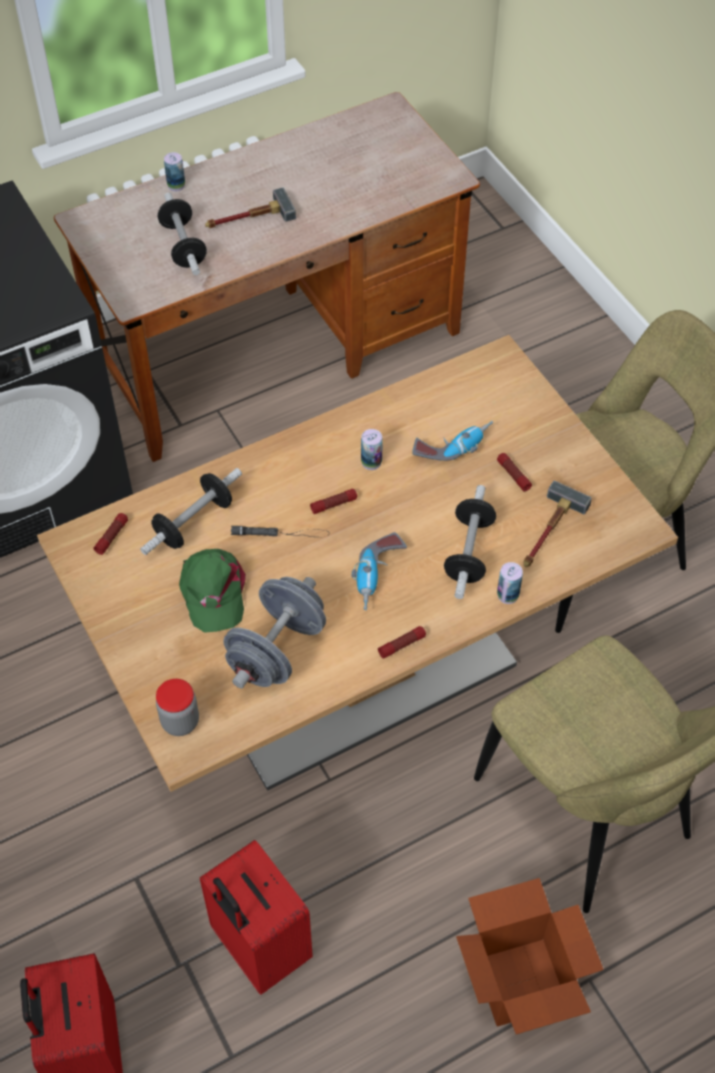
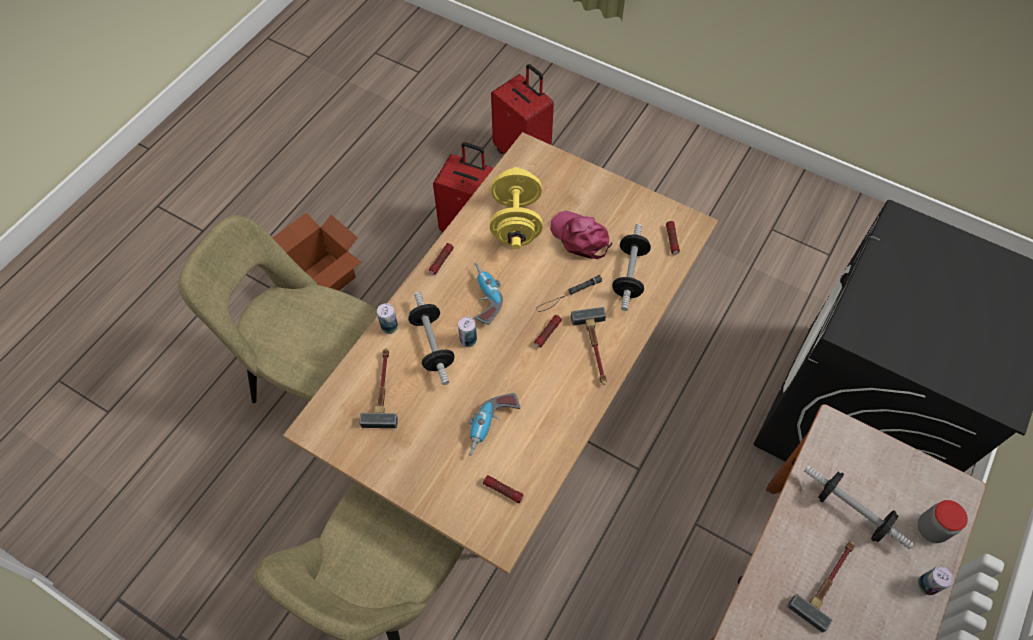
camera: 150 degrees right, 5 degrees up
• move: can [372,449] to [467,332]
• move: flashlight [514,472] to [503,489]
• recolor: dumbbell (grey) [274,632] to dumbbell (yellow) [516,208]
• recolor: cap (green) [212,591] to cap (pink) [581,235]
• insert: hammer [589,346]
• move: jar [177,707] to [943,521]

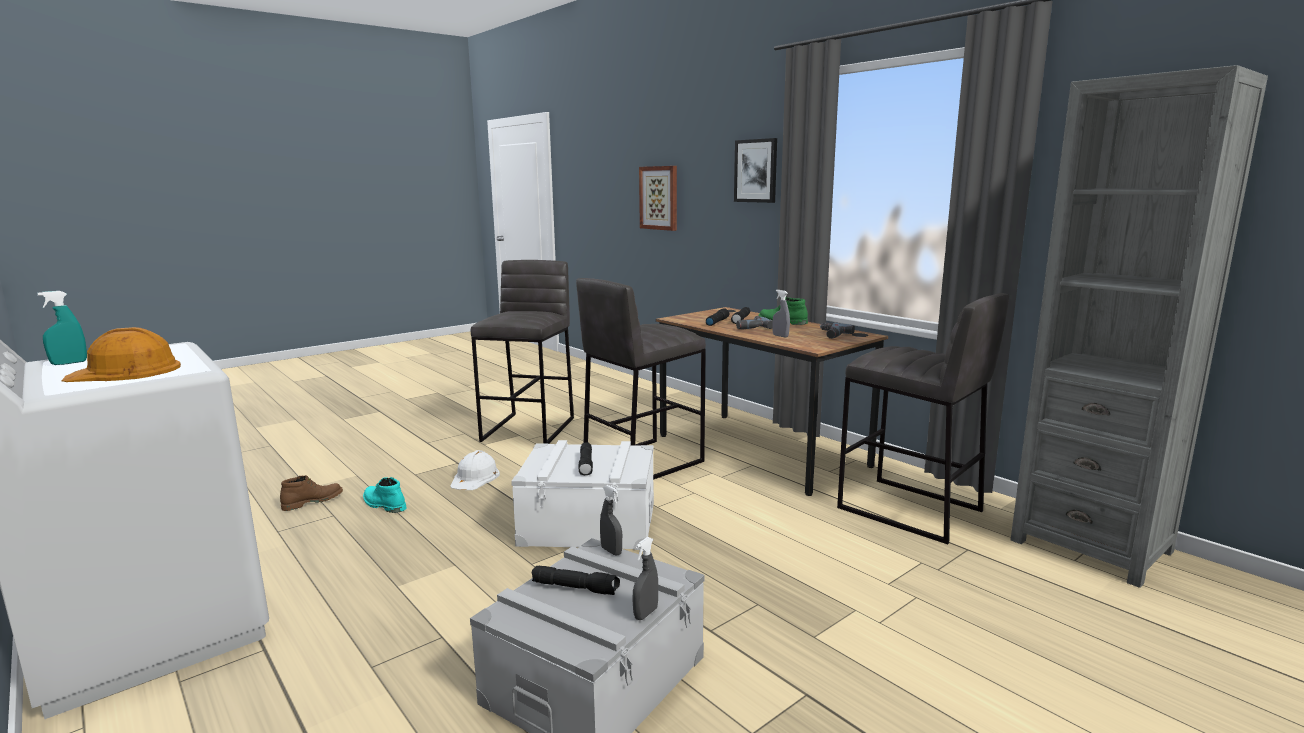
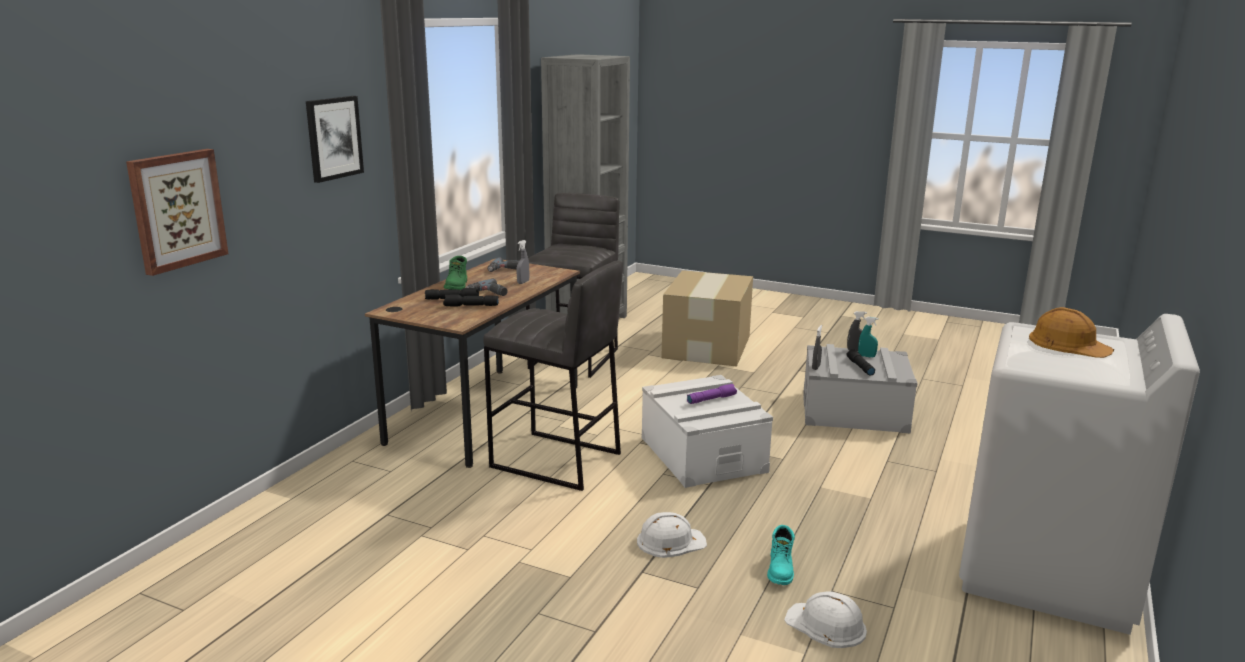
camera: 115 degrees left, 5 degrees up
• insert: cardboard box [707,318]
• recolor: flashlight (black) [585,458] to flashlight (purple) [712,394]
• replace: boot (brown) [311,493] to hard hat (white) [825,619]
• move: spray bottle (turquoise) [62,328] to [868,337]
• delete: stool (grey) [522,352]

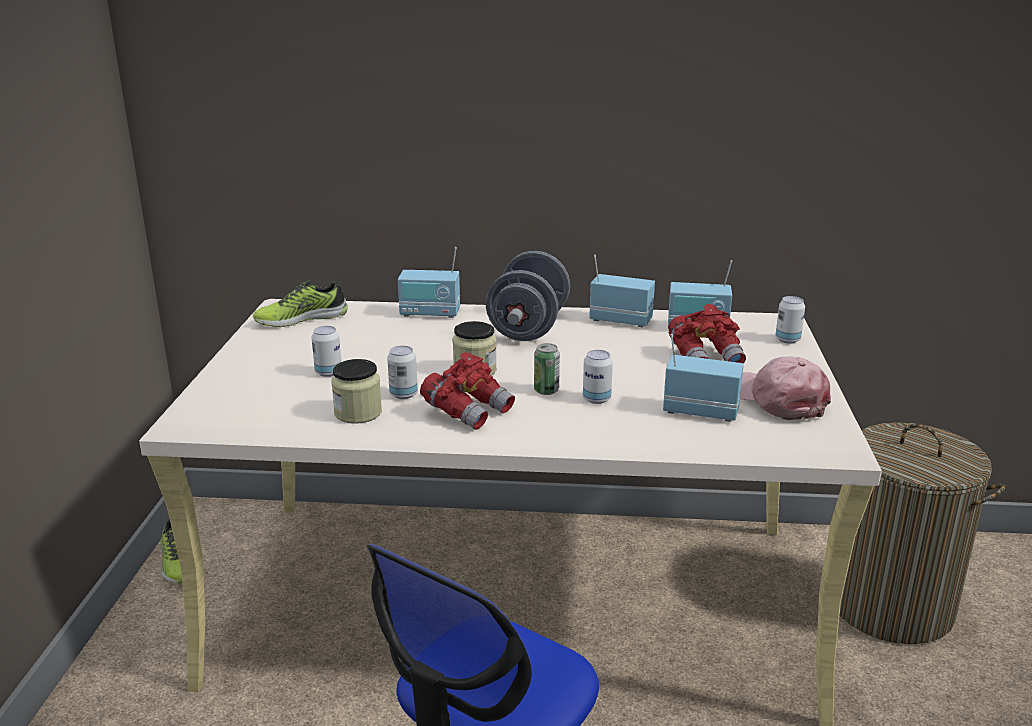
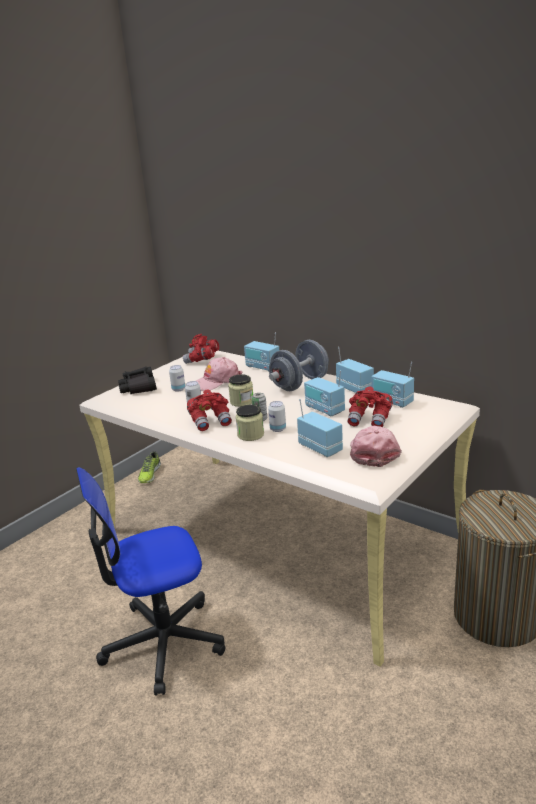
camera: 35 degrees right, 0 degrees up
• insert: binoculars (black) [137,380]
• replace: shoe [300,303] to binoculars (red) [201,349]
• insert: cap (pink) [219,374]
• move: jar [356,391] to [250,423]
• insert: radio [324,393]
• delete: can [790,319]

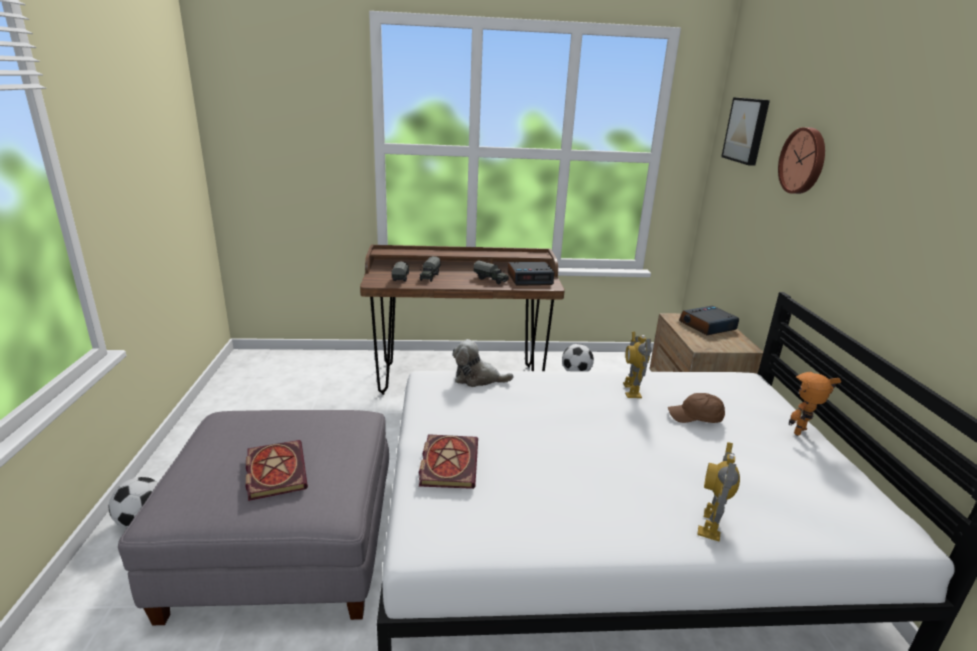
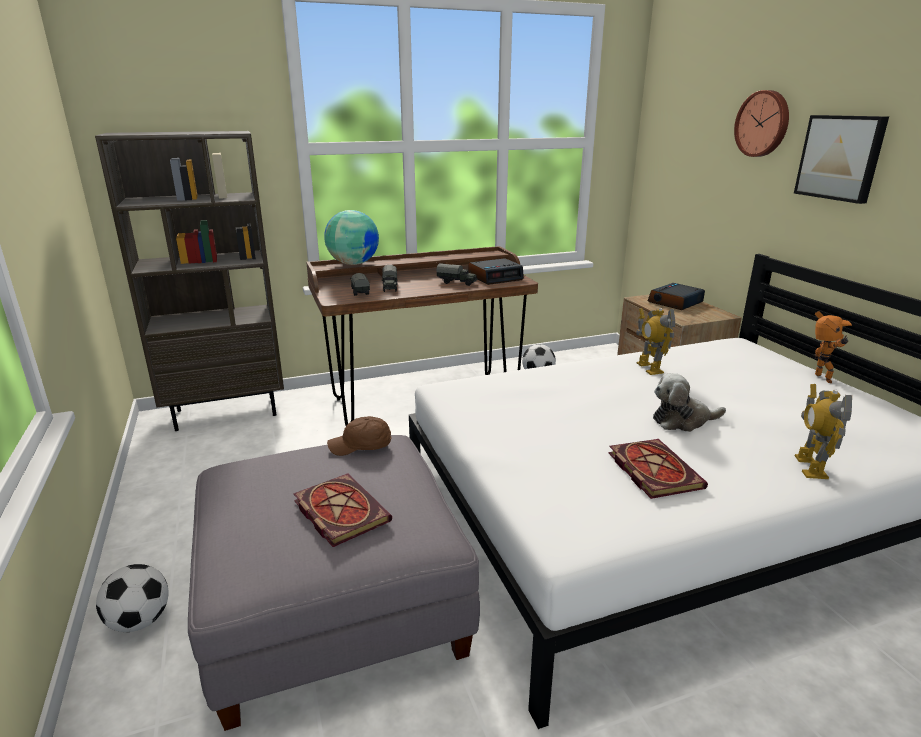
camera: 15 degrees left, 0 degrees up
• insert: bookcase (brown) [189,281]
• insert: globe [351,237]
• move: cap (brown) [696,408] to [359,436]
• move: book [448,461] to [658,469]
• move: plush toy [483,363] to [689,402]
• move: picture [745,131] to [841,159]
• rotate: toy robot [814,404] = [833,347] 135 degrees clockwise

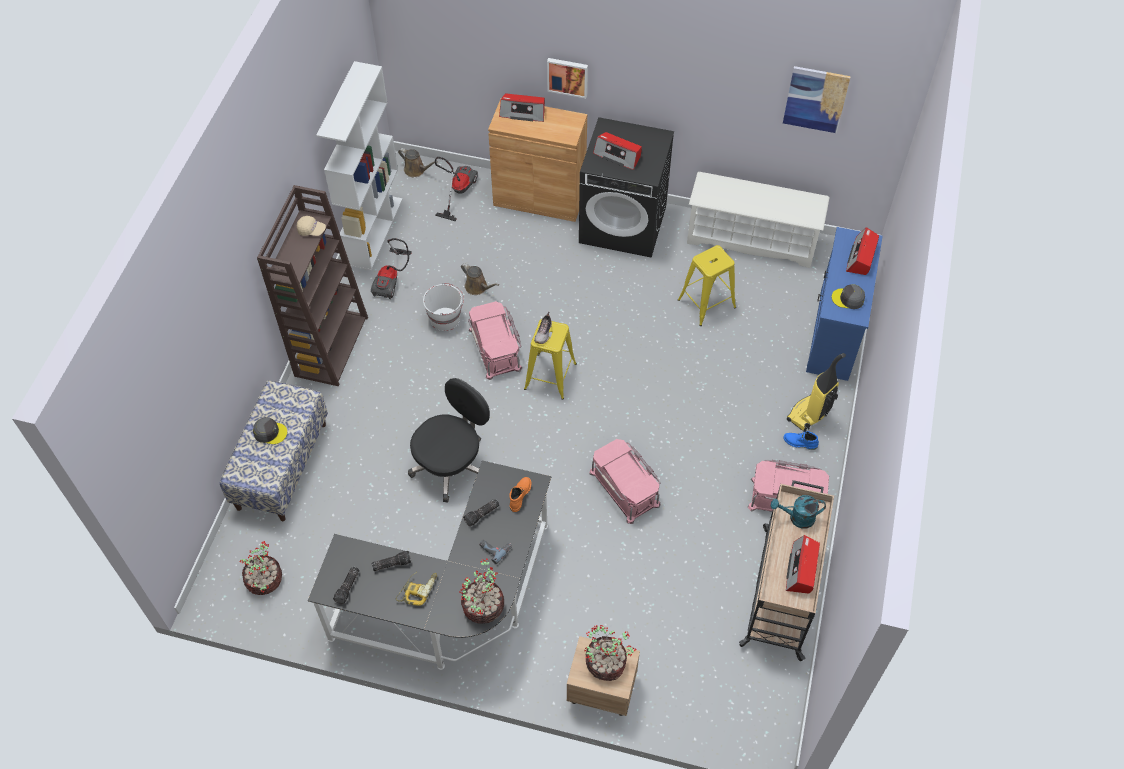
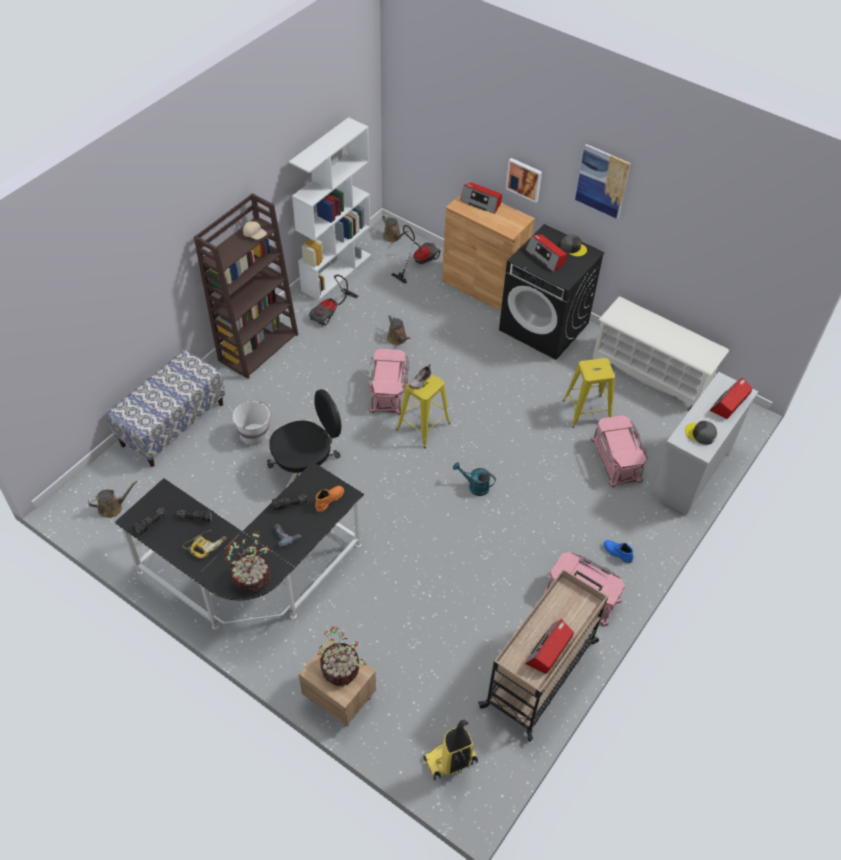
camera: 20 degrees right, 5 degrees down
• replace: potted plant [261,568] to watering can (brown) [113,499]
• move: bucket (white) [443,307] to [252,423]
• move: vacuum cleaner [816,392] to [450,750]
• move: watering can (turquoise) [798,512] to [474,479]
• move: cap (grey) [270,430] to [573,245]
• move: picture [817,99] to [603,181]
• move: storage box (pink) [625,481] to [619,451]
• recolor: dresser (blue) [844,304] to dresser (white) [705,443]

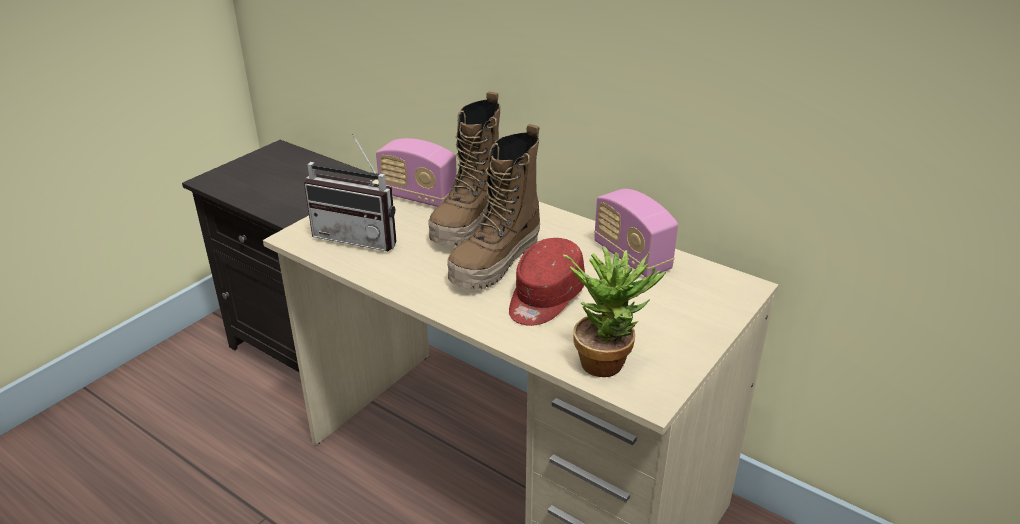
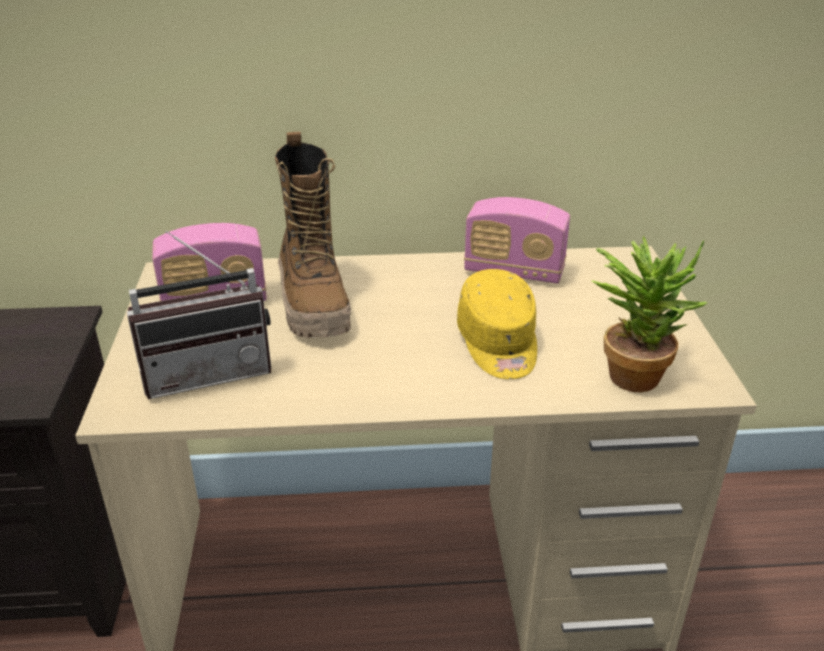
camera: 40 degrees left, 0 degrees up
• recolor: cap (red) [547,282] to cap (yellow) [497,324]
• delete: boot [493,207]

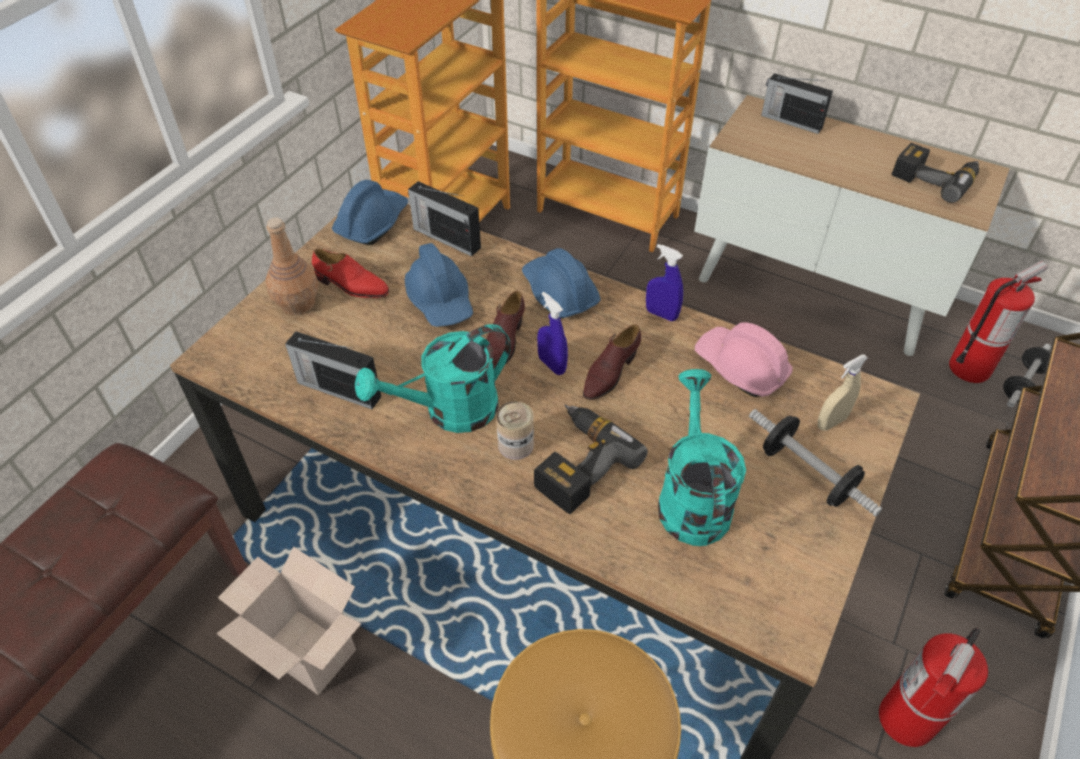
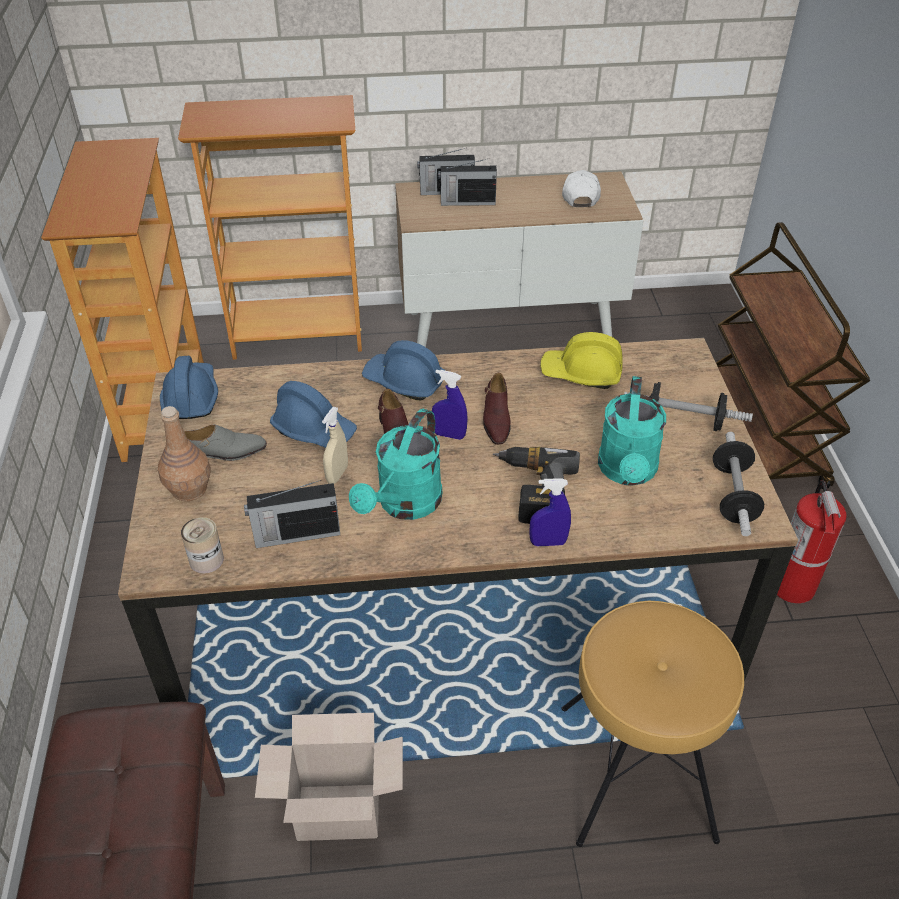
camera: 35 degrees left, 5 degrees down
• move: can [515,430] to [202,545]
• recolor: shoe (red) [350,273] to shoe (grey) [225,442]
• move: spray bottle (beige) [843,393] to [335,445]
• move: radio [444,219] to [467,182]
• move: spray bottle (blue) [664,282] to [550,512]
• recolor: hard hat (pink) [744,359] to hard hat (yellow) [581,360]
• replace: power drill [935,173] to cap (white) [581,188]
• rotate: watering can (turquoise) [702,457] = [632,431] 135 degrees counterclockwise
• move: dumbbell [1027,376] to [738,484]
• delete: fire extinguisher [998,322]

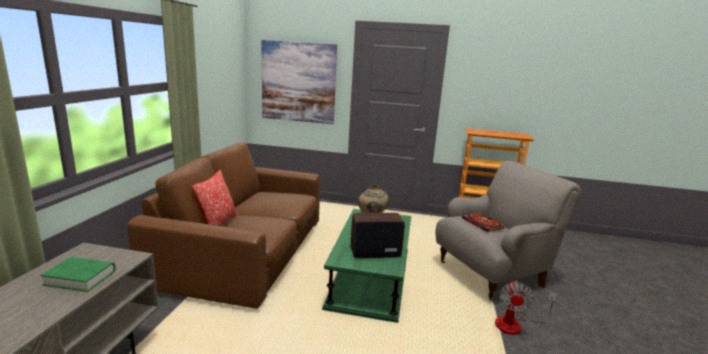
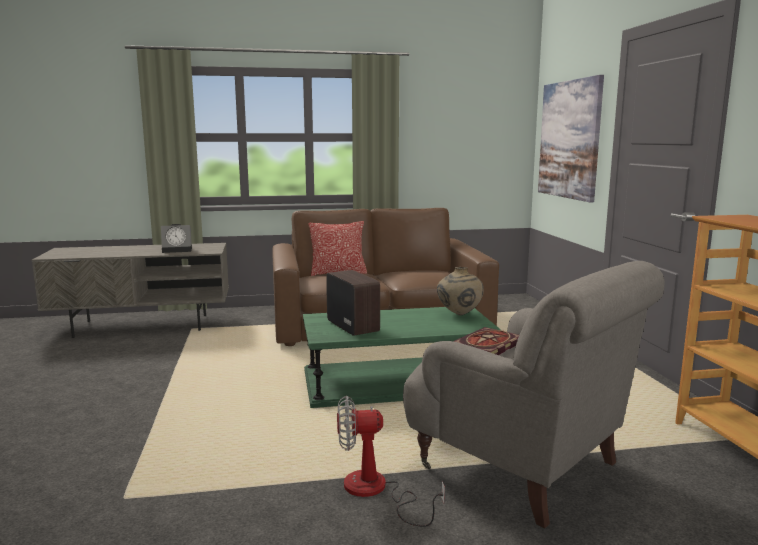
camera: 70 degrees right, 5 degrees down
• replace: book (green) [77,274] to alarm clock [176,238]

